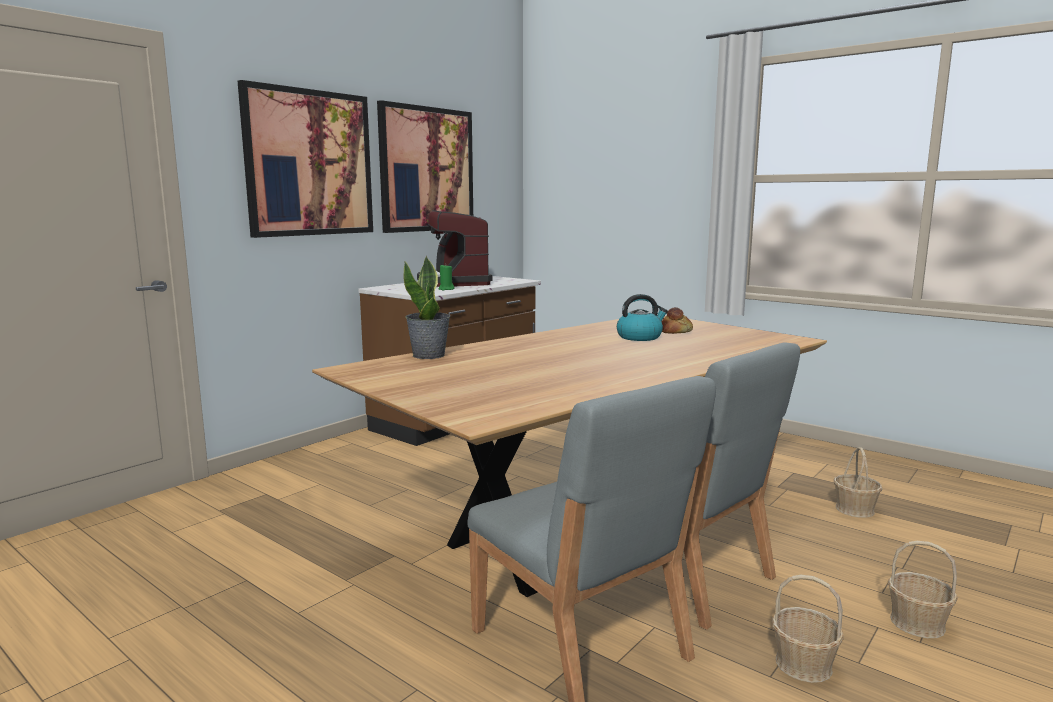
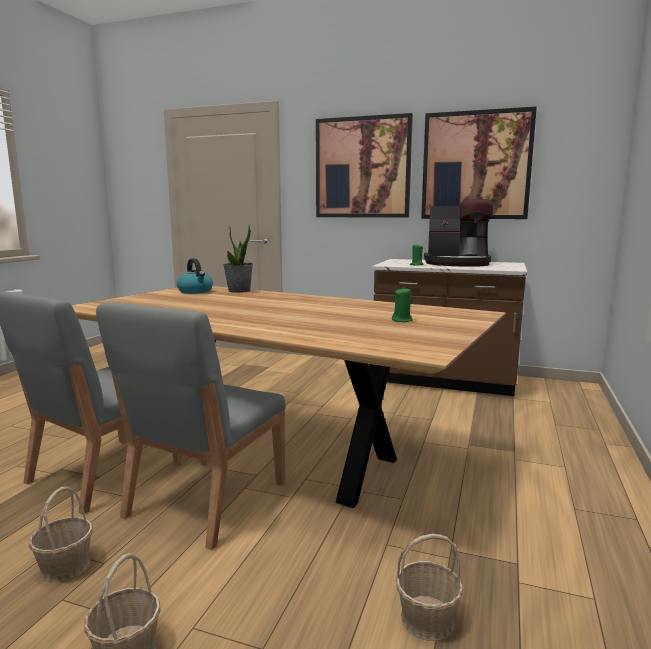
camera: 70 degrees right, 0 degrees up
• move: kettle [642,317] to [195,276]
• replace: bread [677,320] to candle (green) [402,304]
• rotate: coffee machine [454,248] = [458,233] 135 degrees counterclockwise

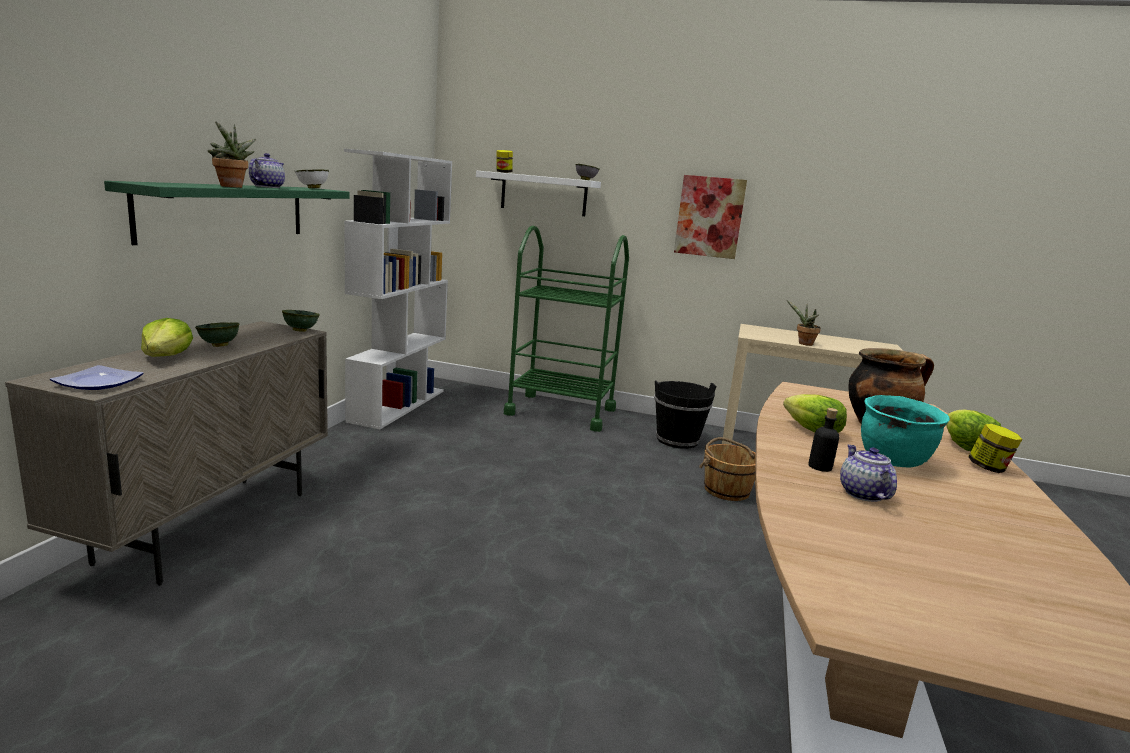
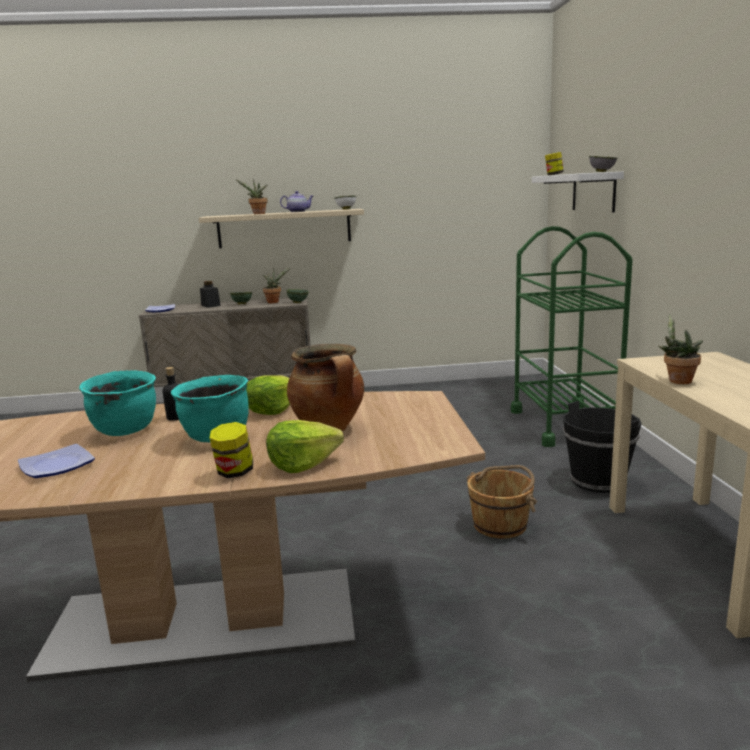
camera: 70 degrees right, 0 degrees up
• insert: plate [56,461]
• replace: teapot [868,473] to cooking pot (turquoise) [117,403]
• recolor: shelf (green) [227,213] to shelf (beige) [281,228]
• replace: lettuce [167,337] to jar (black) [210,294]
• insert: potted plant [276,285]
• delete: bookcase (white) [398,289]
• delete: picture [710,217]

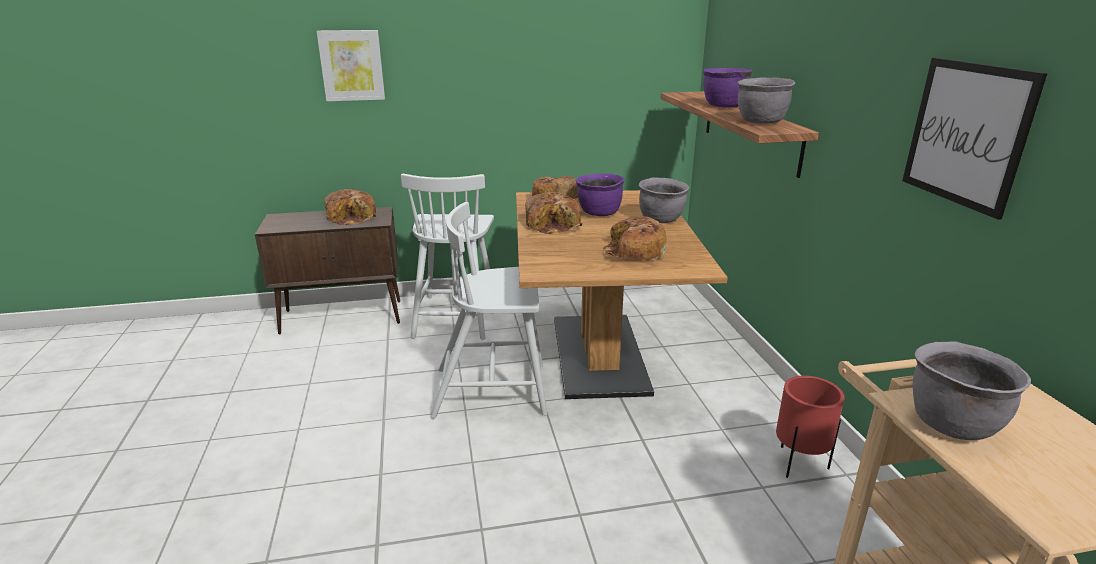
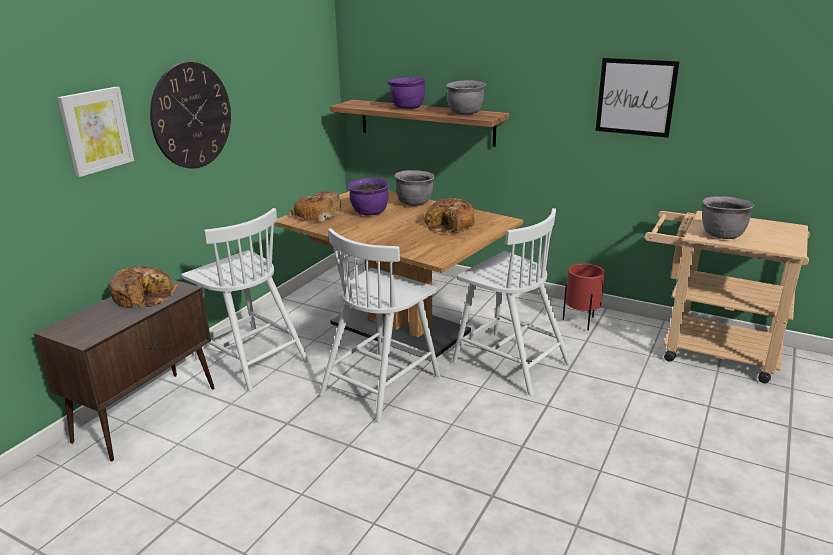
camera: 50 degrees left, 0 degrees up
• insert: wall clock [190,115]
• insert: chair (white) [511,301]
• delete: bread [553,213]

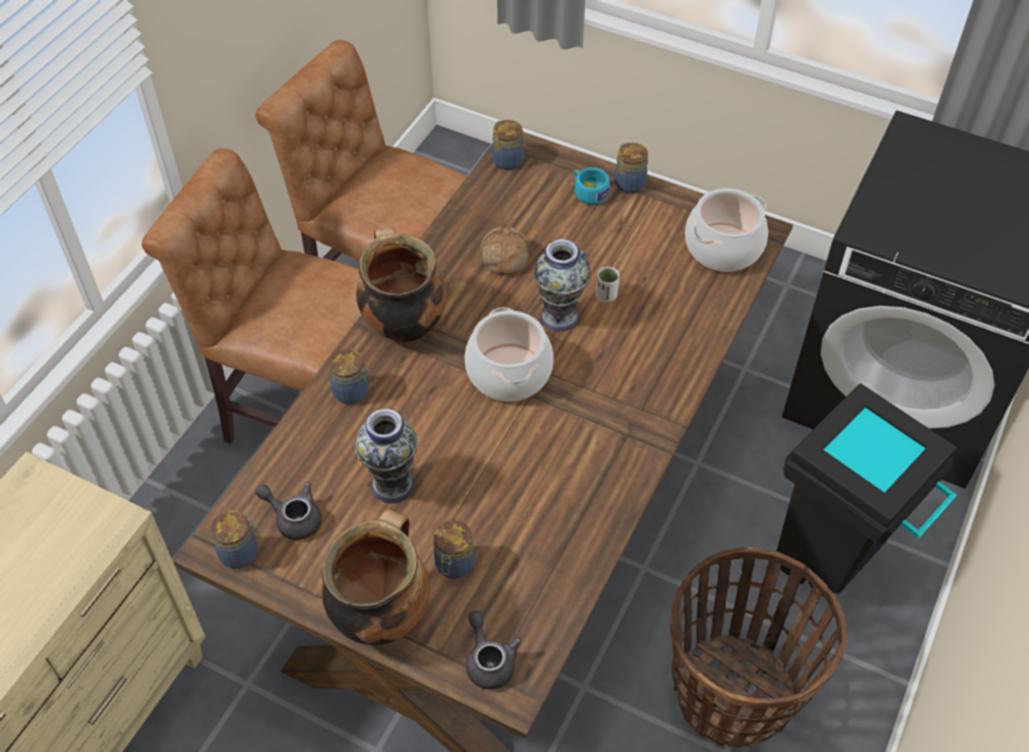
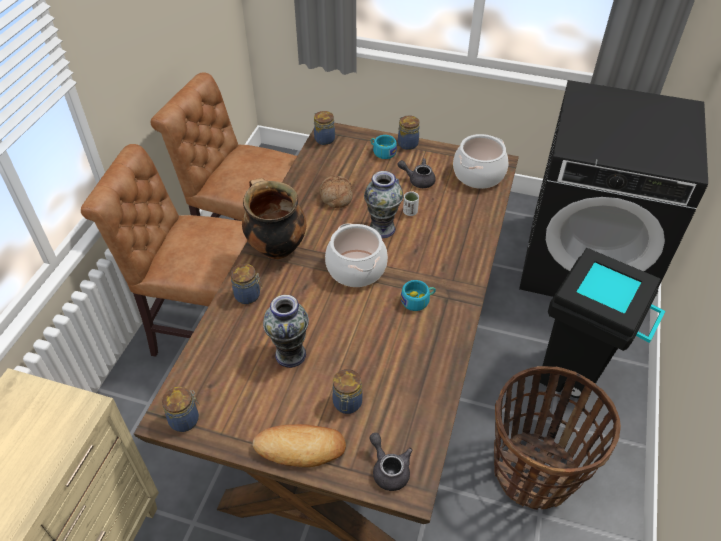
camera: 10 degrees left, 5 degrees down
• replace: cooking pot [375,577] to bread [299,445]
• move: teapot (grey) [288,511] to [416,173]
• insert: cup (turquoise) [418,295]

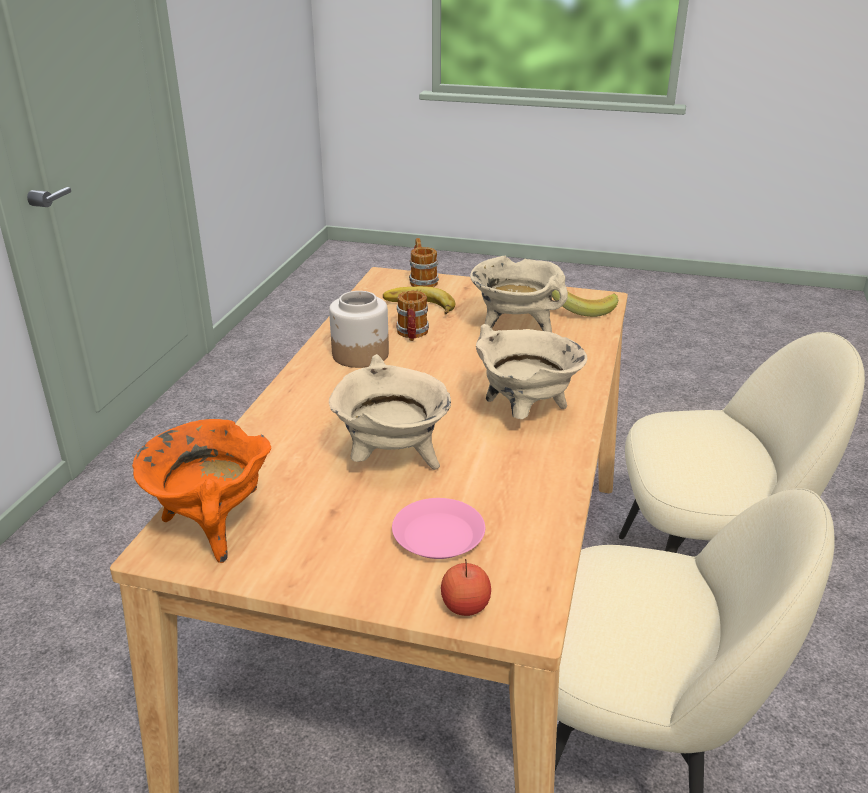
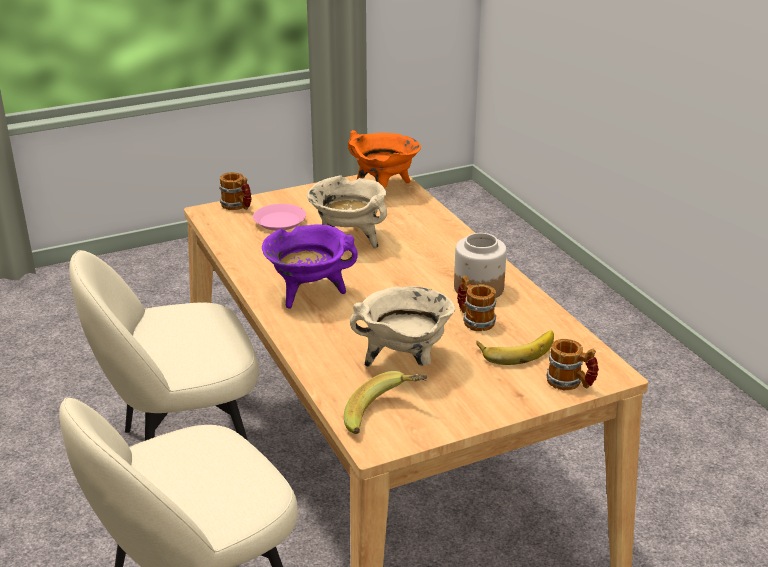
camera: 140 degrees right, 0 degrees up
• replace: apple [466,587] to mug [235,191]
• recolor: cooking pot (beige) [531,371] to cooking pot (purple) [310,267]

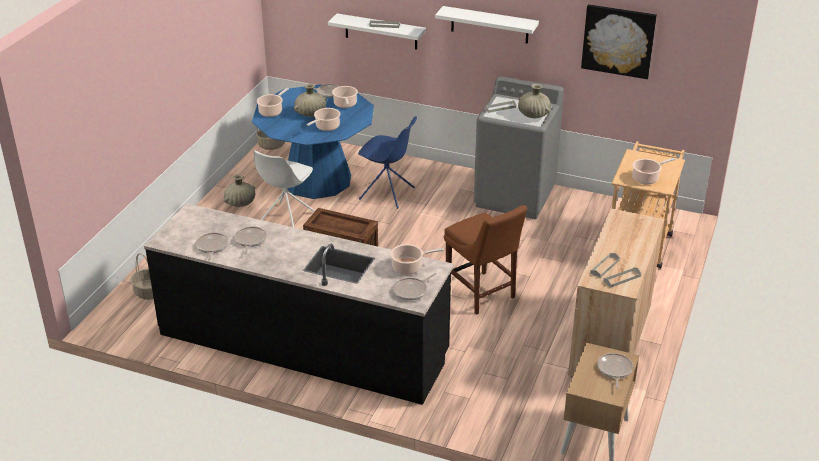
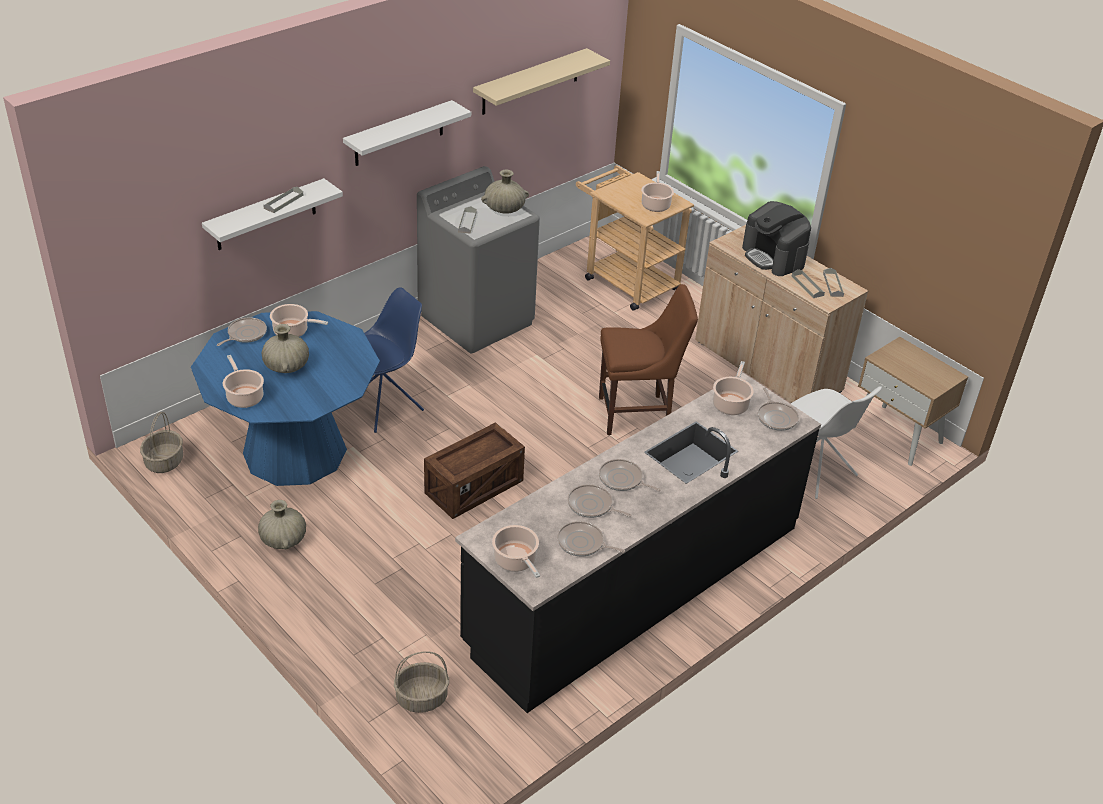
camera: 65 degrees left, 5 degrees up
• replace: picture [619,41] to shelf (beige) [541,81]
• move: cooking pot [324,119] to [516,551]
• move: frying pan [615,371] to [629,475]
• insert: coffee machine [776,238]
• move: chair (white) [284,189] to [836,442]

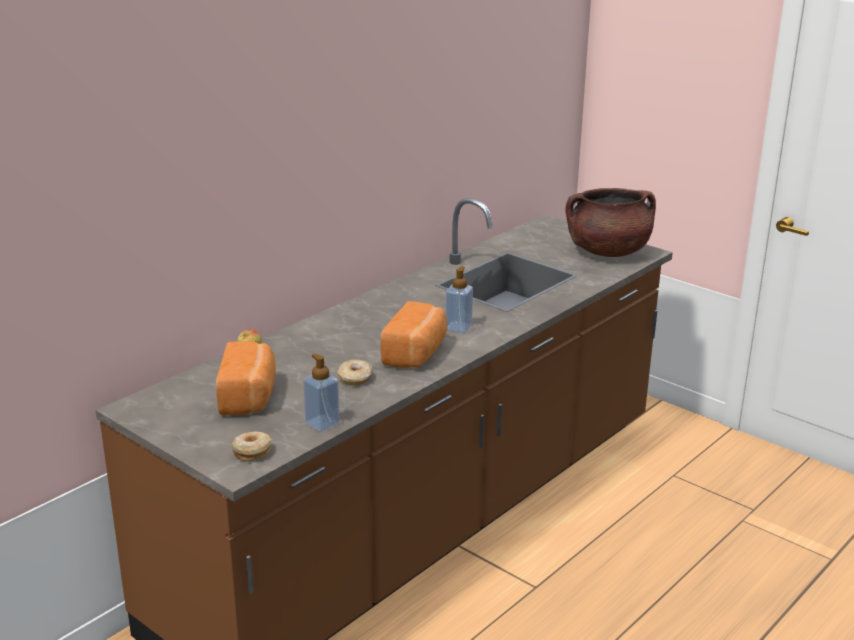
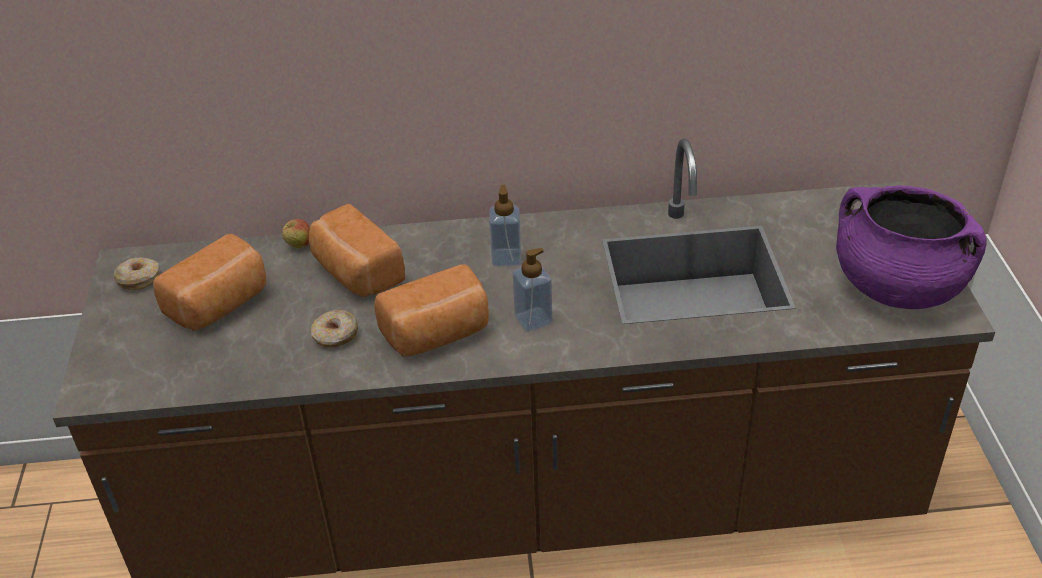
camera: 45 degrees right, 15 degrees up
• move: donut [252,446] to [137,273]
• insert: bread [357,250]
• move: soap dispenser [321,393] to [505,225]
• recolor: cooking pot (brown) [610,222] to cooking pot (purple) [911,247]

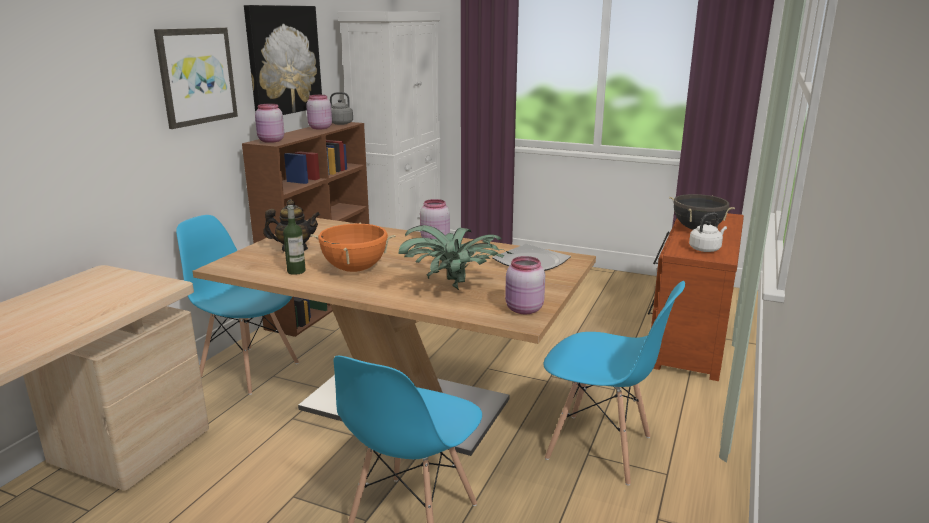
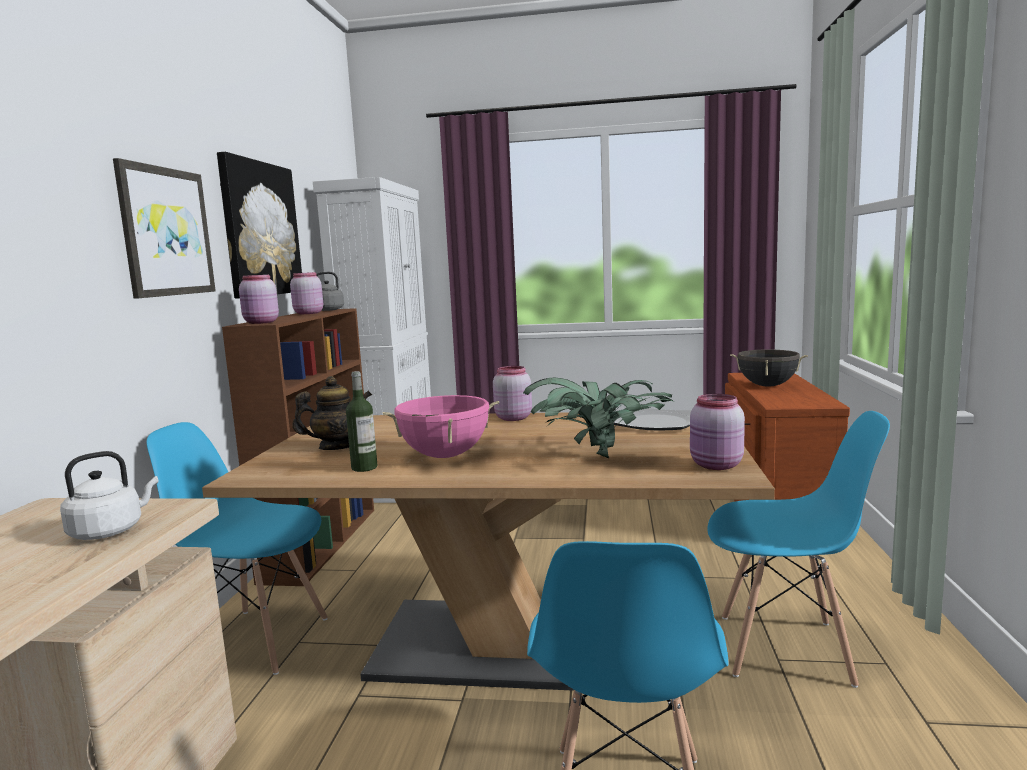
camera: 15 degrees left, 10 degrees down
• move: kettle (white) [708,232] to [109,495]
• recolor: cooking pot (orange) [353,247] to cooking pot (pink) [440,426]

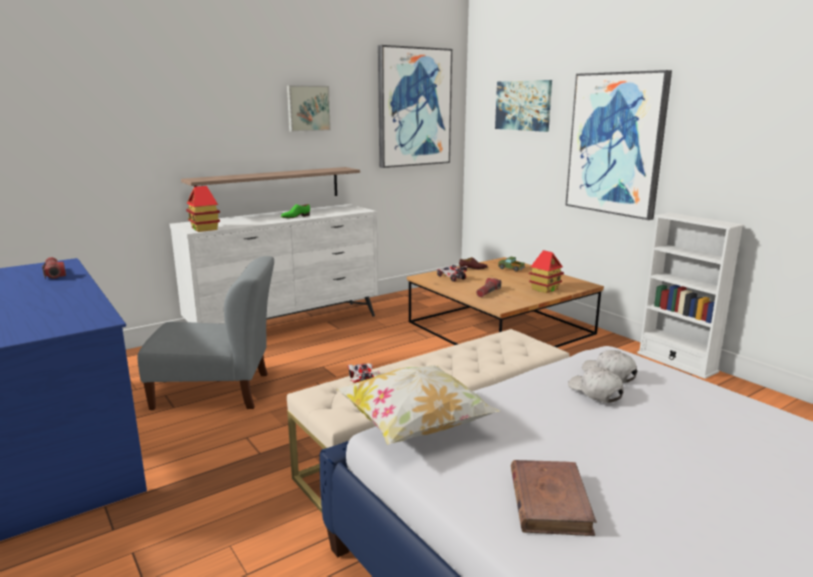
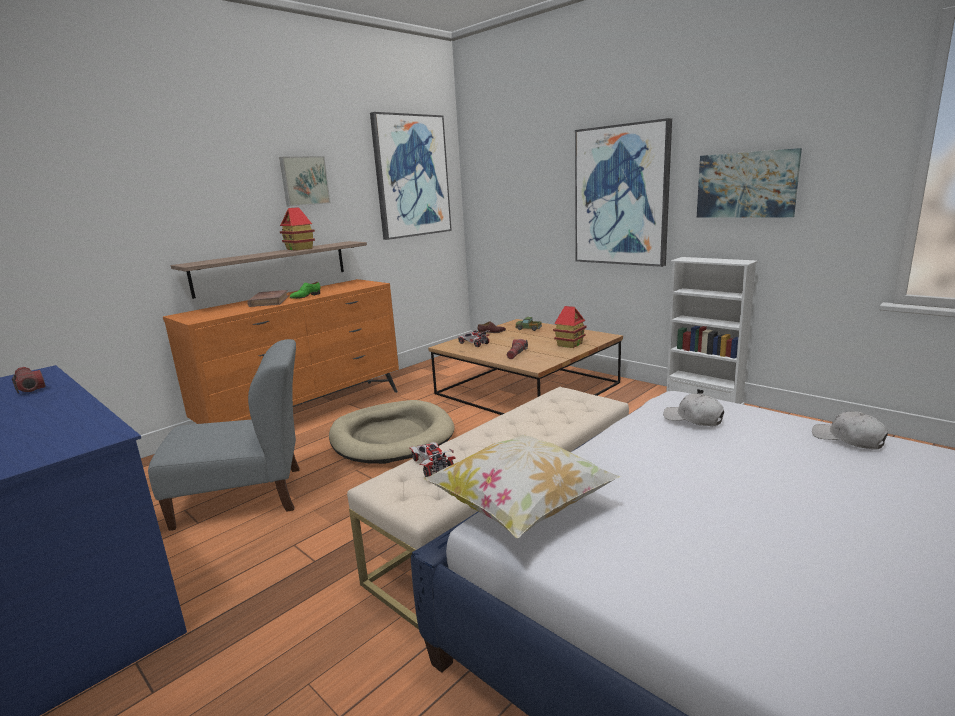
camera: 10 degrees left, 0 degrees up
• recolor: dresser (white) [274,264] to dresser (orange) [281,351]
• move: book (brown) [554,498] to [268,298]
• move: toy house [203,209] to [297,229]
• insert: dog bed (beige) [391,432]
• move: picture [523,106] to [749,183]
• move: cap (white) [596,385] to [850,431]

